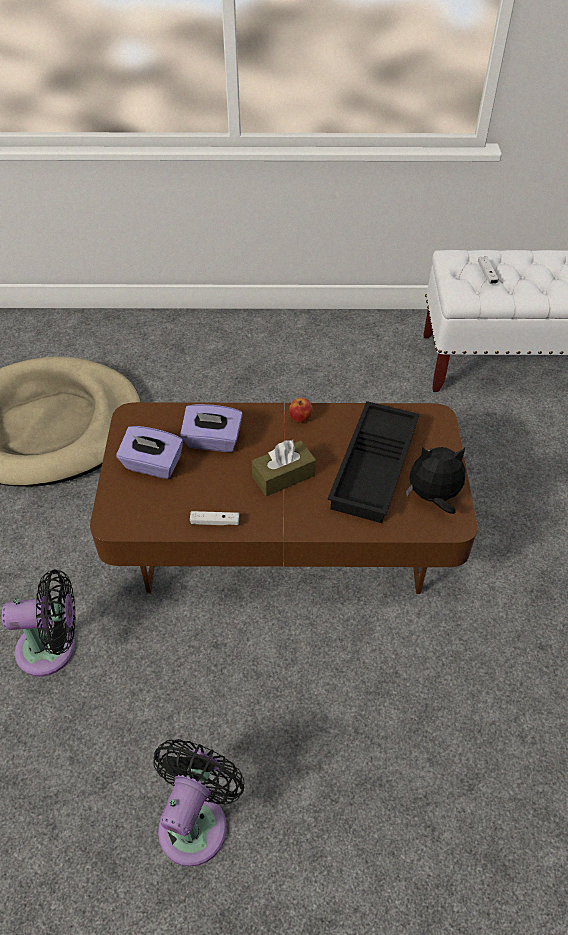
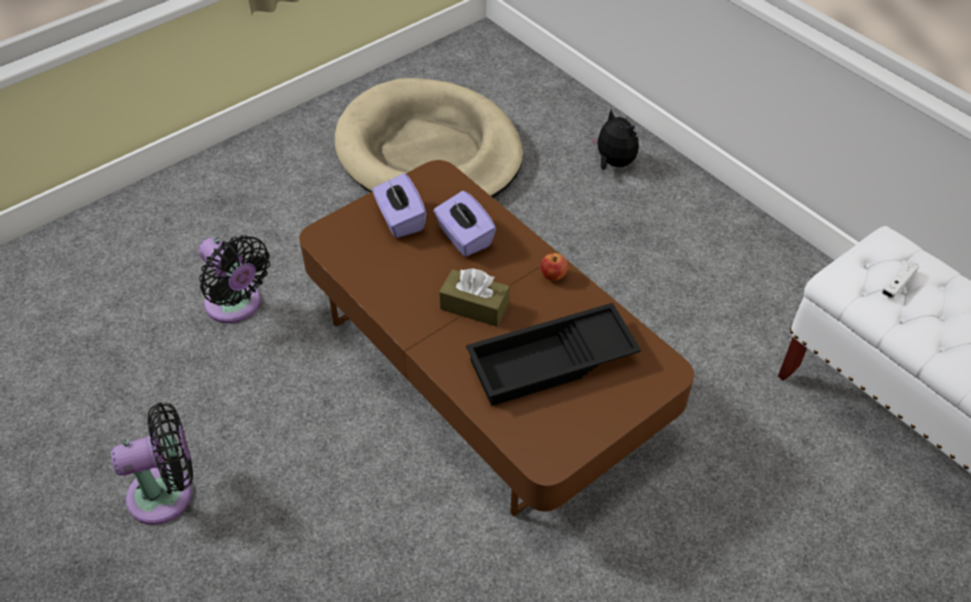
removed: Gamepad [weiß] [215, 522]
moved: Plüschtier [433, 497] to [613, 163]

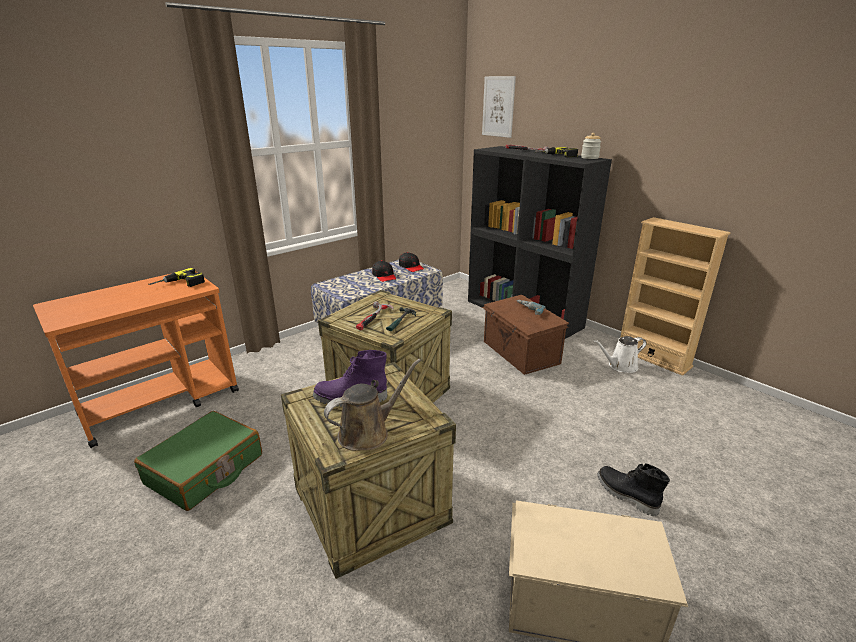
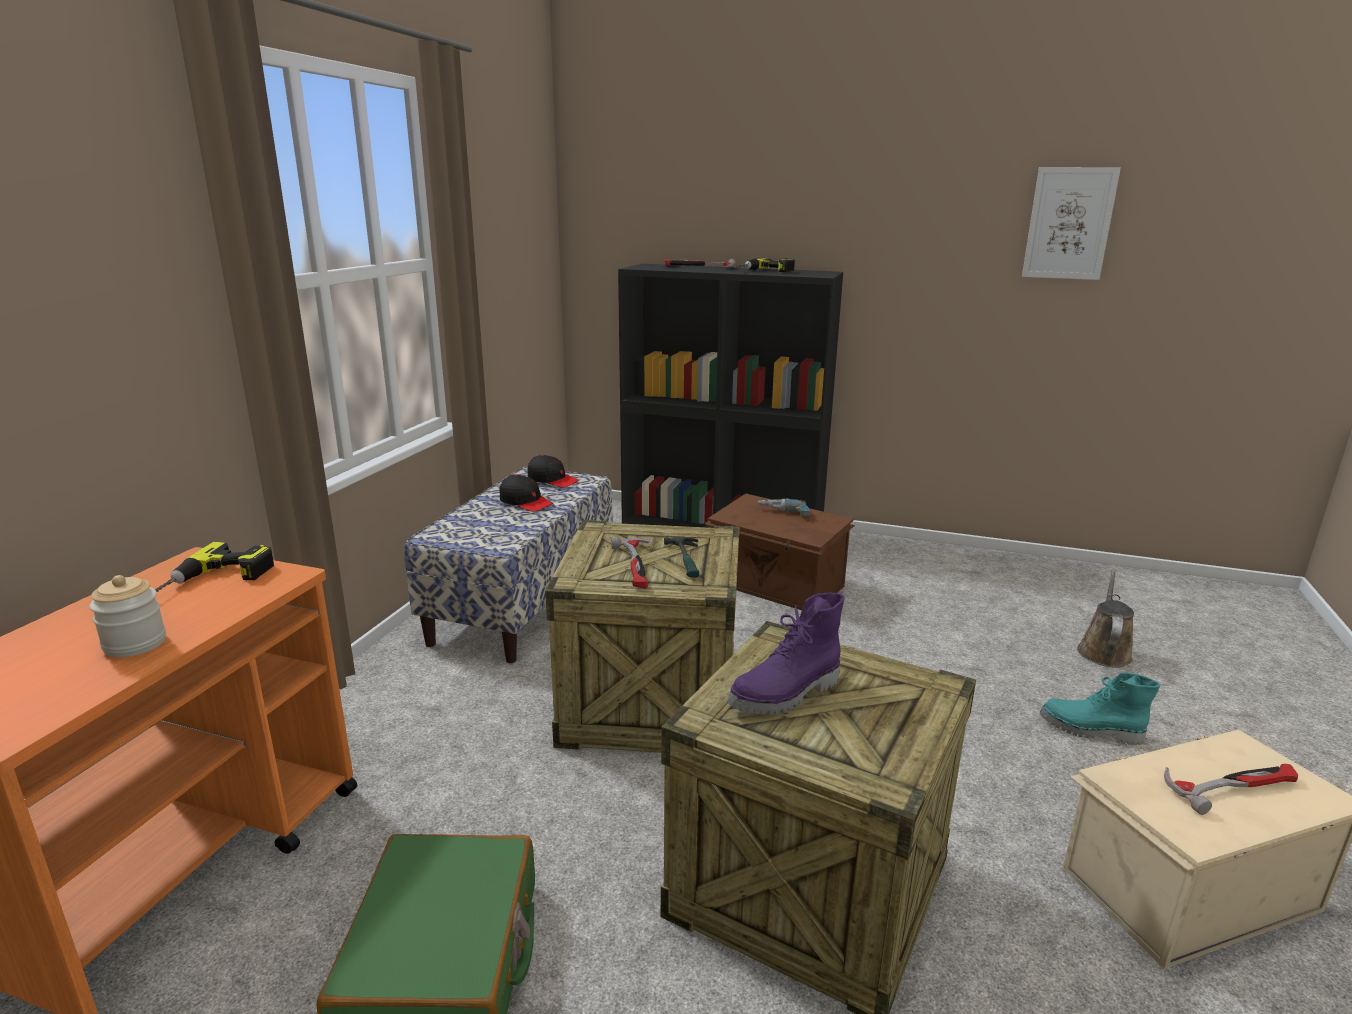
removed: Gießkanne [weiß] [620, 366]; Bücherregal [beige] [653, 358]
added: Hammer [1231, 785]
moved: Gießkanne [braun] [368, 432] to [1103, 651]; Bild [498, 106] to [1069, 224]; Vorratsglas [589, 158] to [135, 644]
recoloured: Stiefel [schwarz] [626, 495] to Stiefel [türkis] [1090, 731]

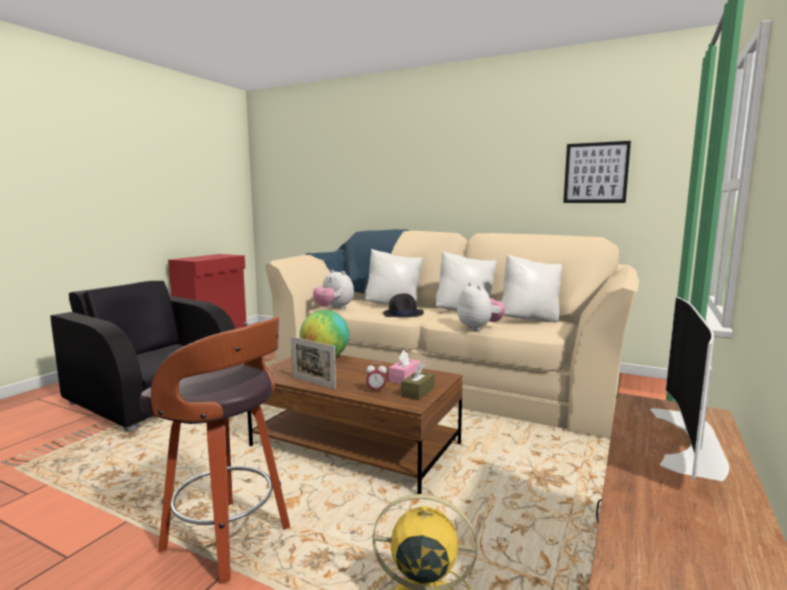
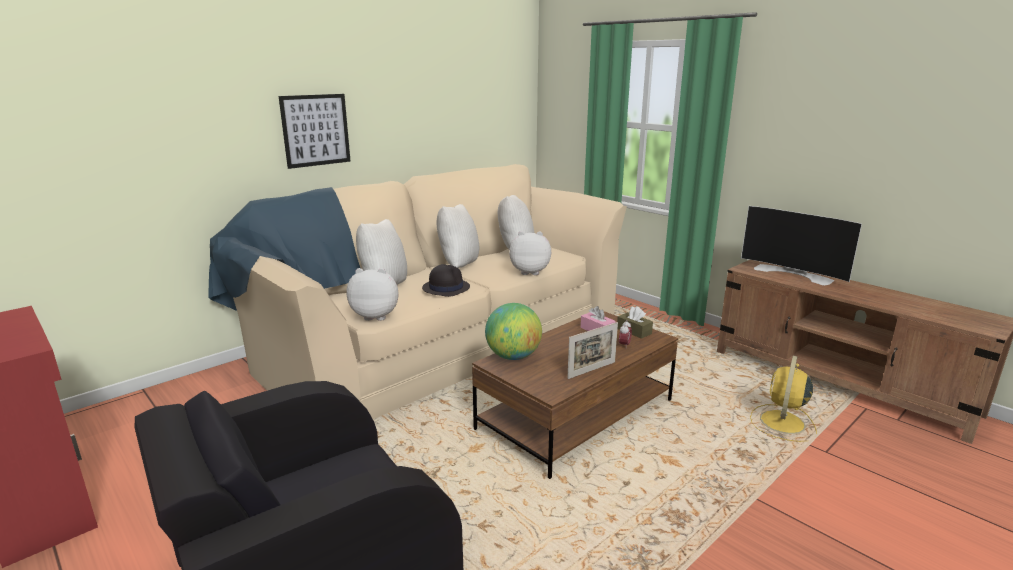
removed: Hocker [230, 539]
moved: Bild [596, 173] to [316, 130]
turned: Plüschtier [334, 309] = [376, 316] 150 degrees counterclockwise

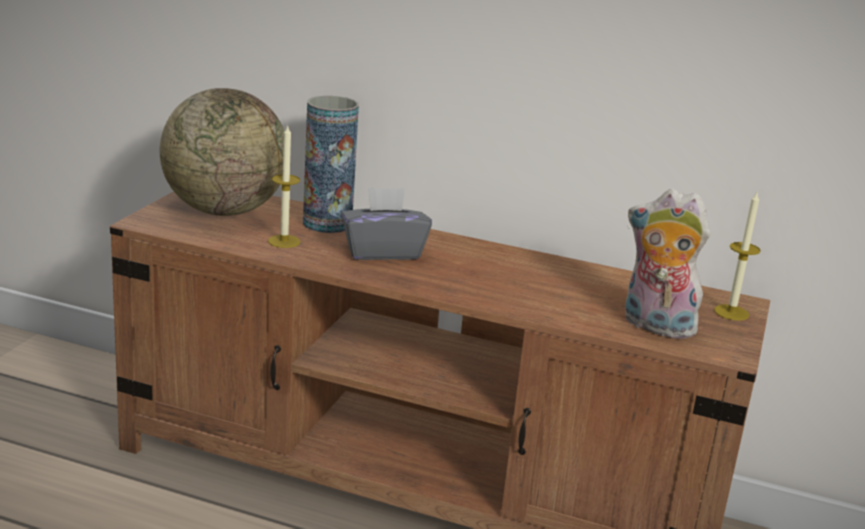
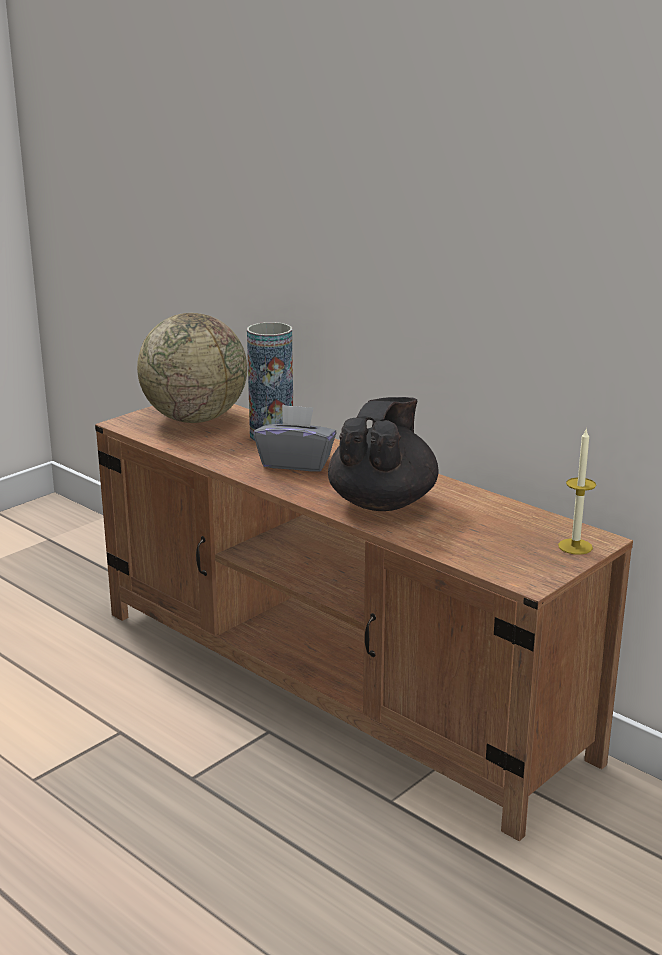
removed: Kerze [284, 241]; Plüschtier [655, 326]
added: Teekanne [schwarz] [383, 502]

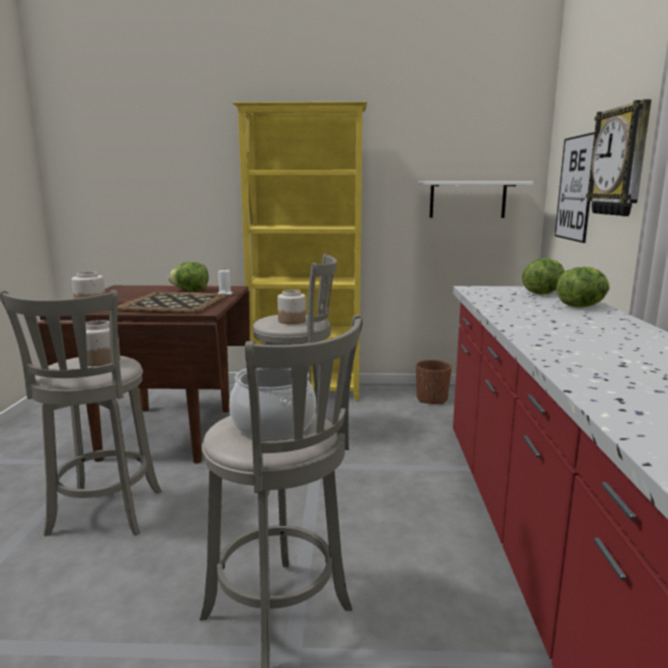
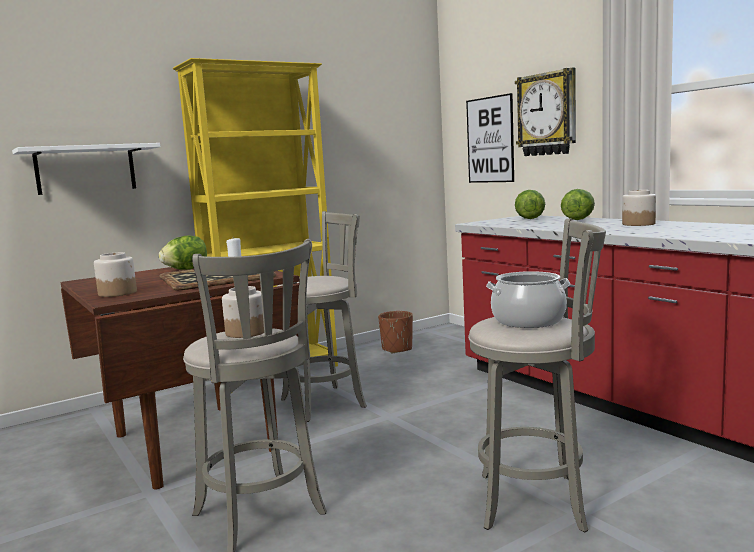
moved: Vorratsglas [292, 321] to [638, 224]; Wandregal [weiß] [467, 199] to [86, 169]

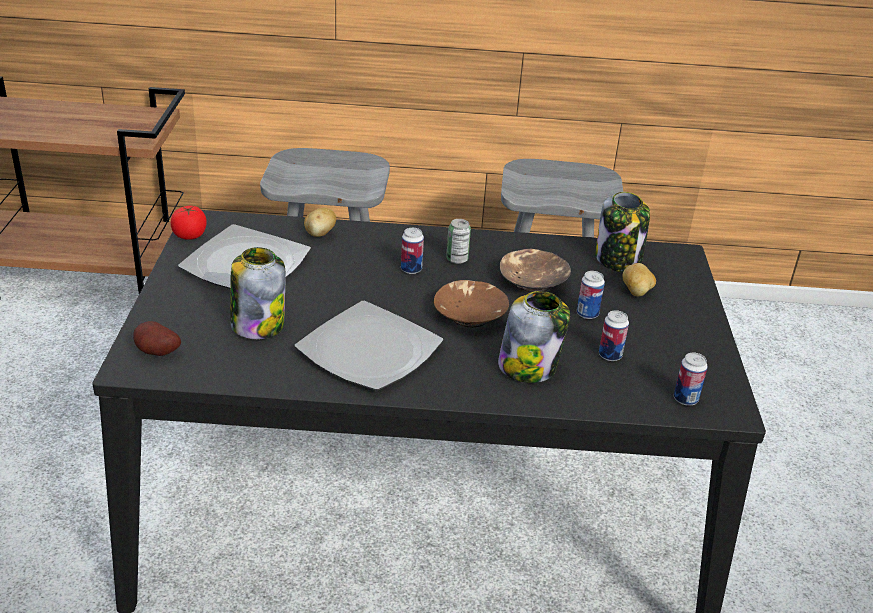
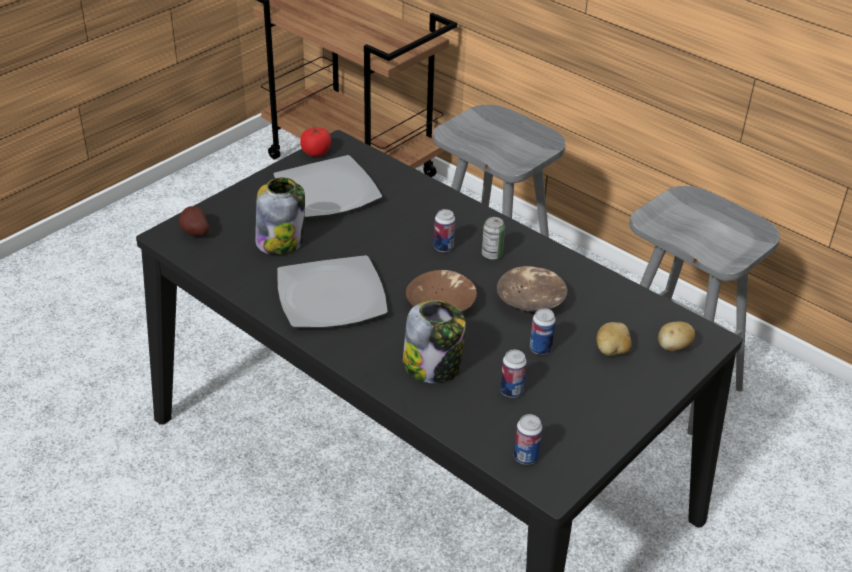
removed: Vorratsglas [618, 259]
moved: Kartoffel [320, 234] to [673, 347]

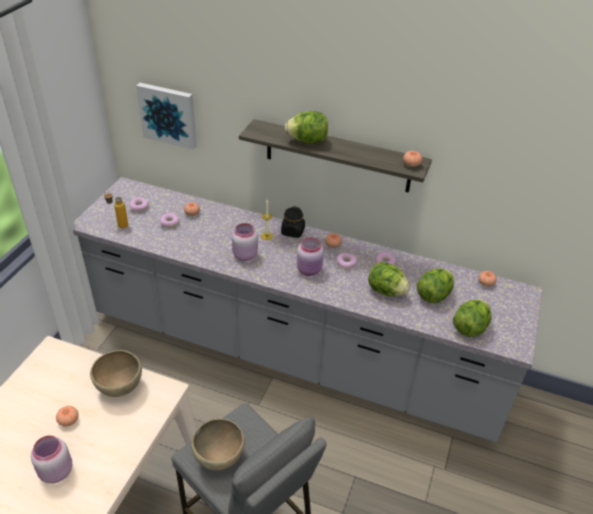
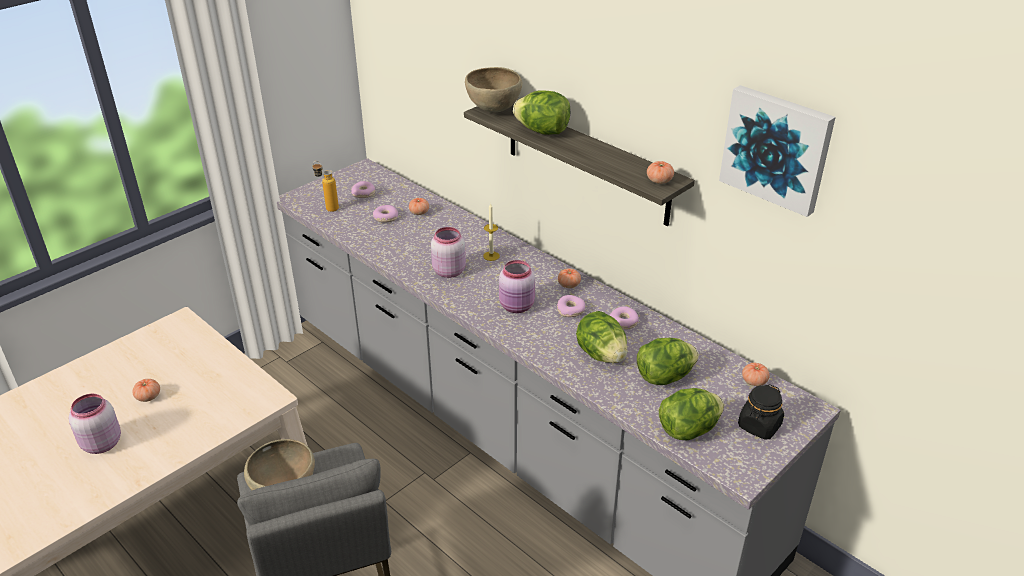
moved: Schüssel [braun] [119, 387] to [493, 110]; Bild [168, 114] to [777, 148]; Vorratsglas [schwarz] [292, 231] to [759, 426]

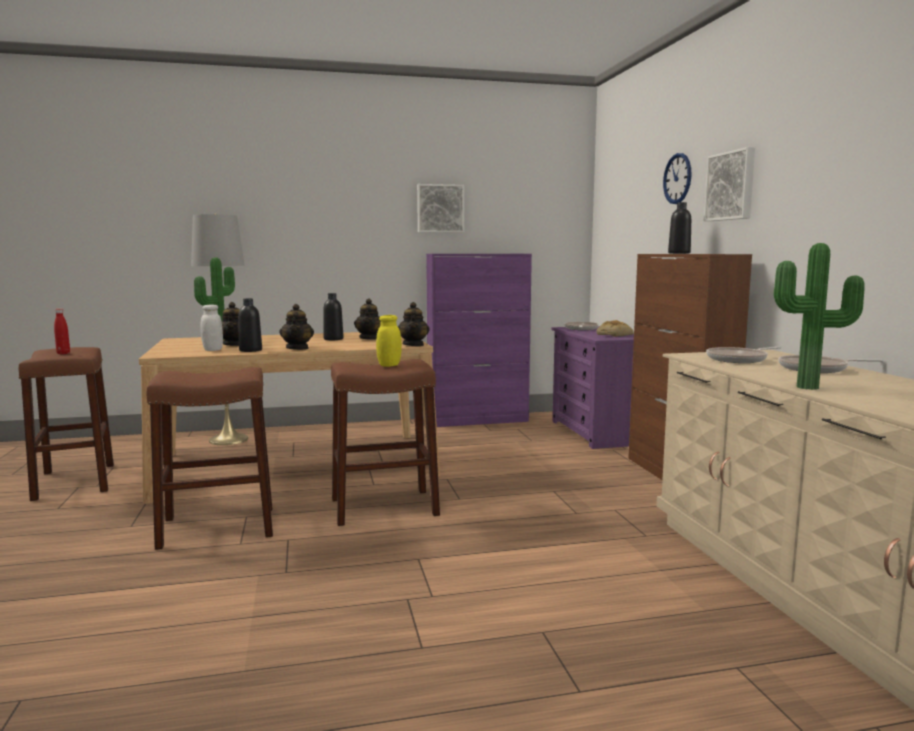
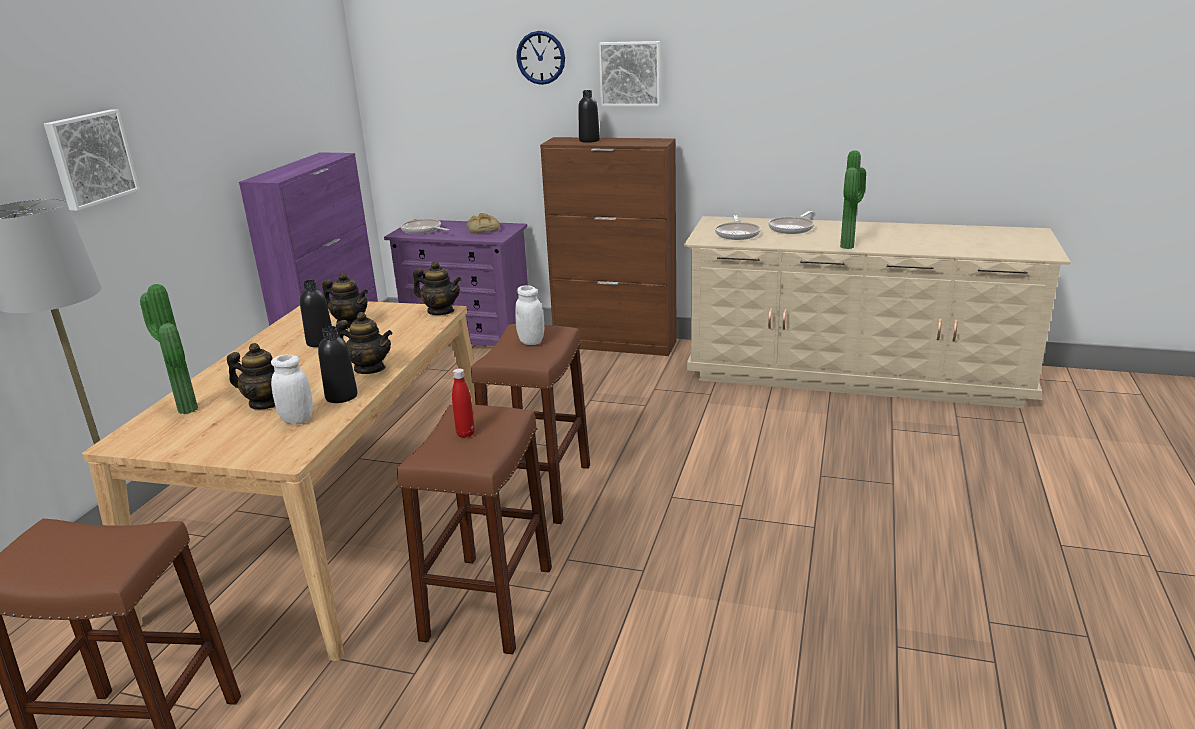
moved: Flasche [rot] [63, 353] to [465, 434]; Bild [440, 208] to [90, 158]
recoloured: Vorratsglas [gelb] [389, 365] to Vorratsglas [weiß] [531, 341]

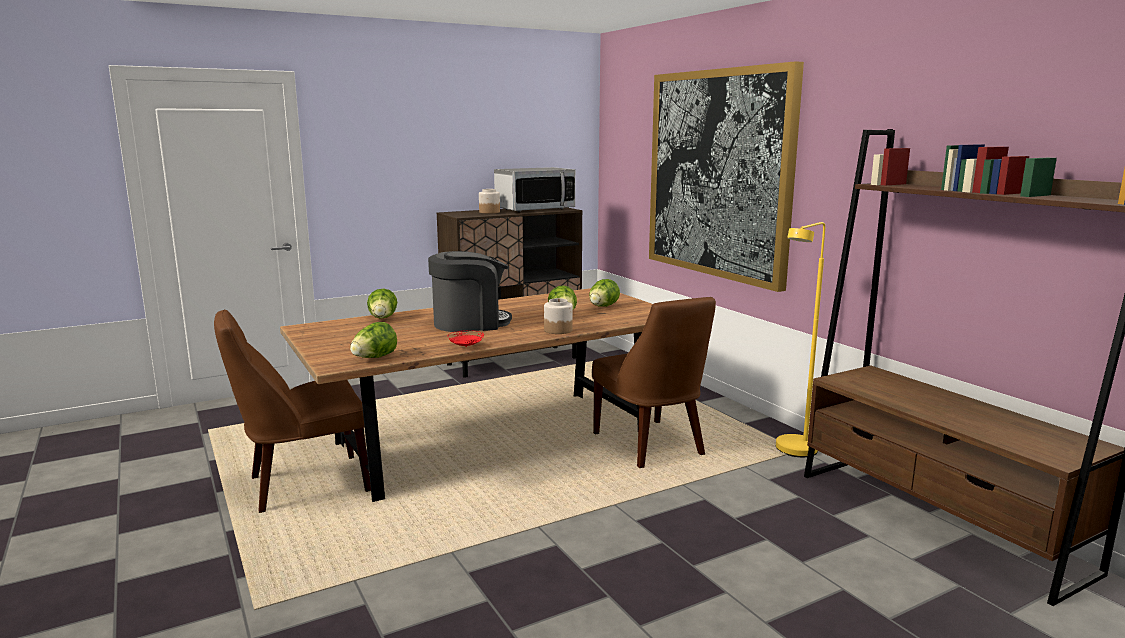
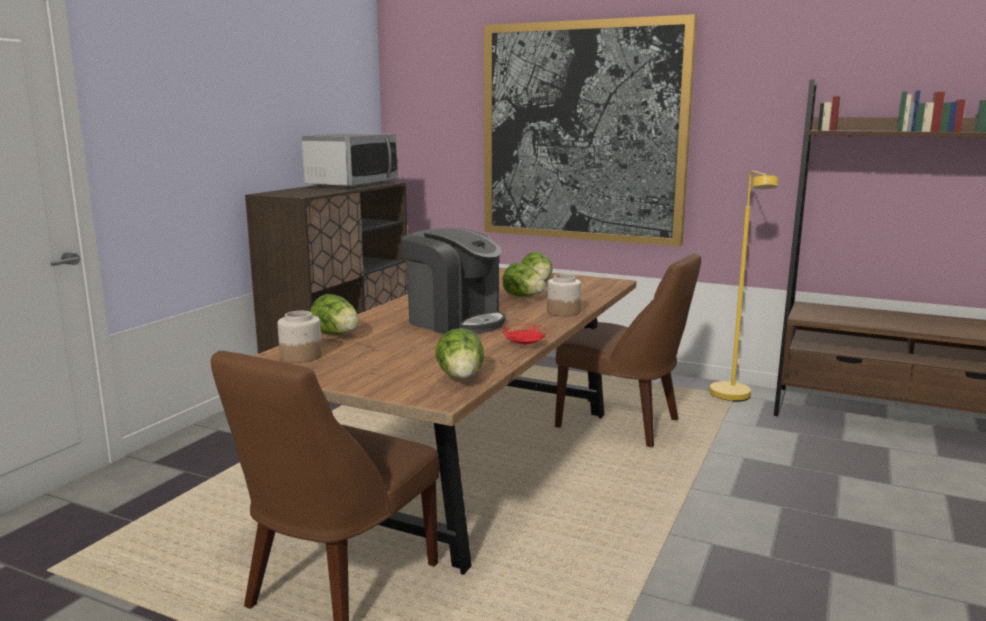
moved: Vorratsglas [489, 212] to [300, 356]
turned: Kaffeemaschine [470, 323] = [455, 321] 90 degrees clockwise

